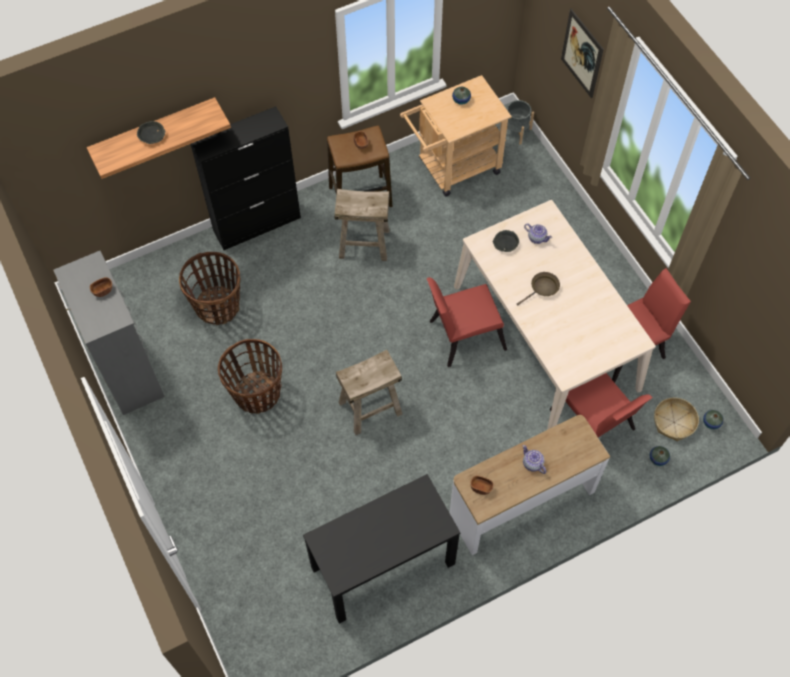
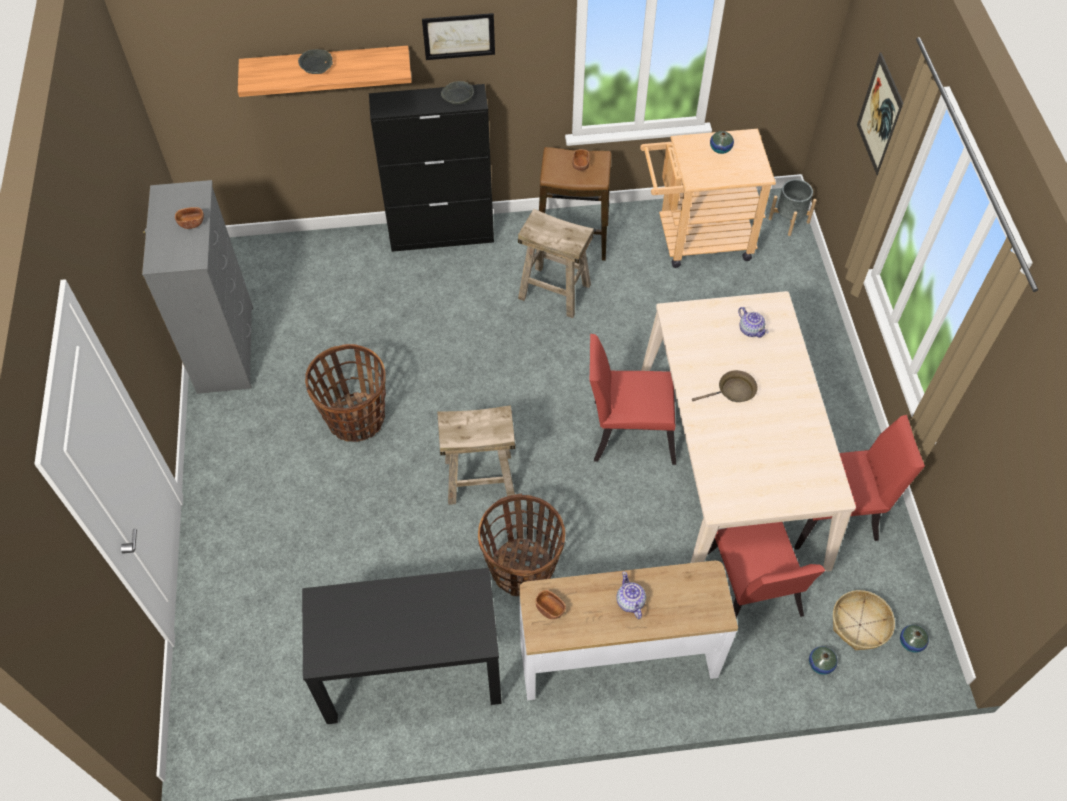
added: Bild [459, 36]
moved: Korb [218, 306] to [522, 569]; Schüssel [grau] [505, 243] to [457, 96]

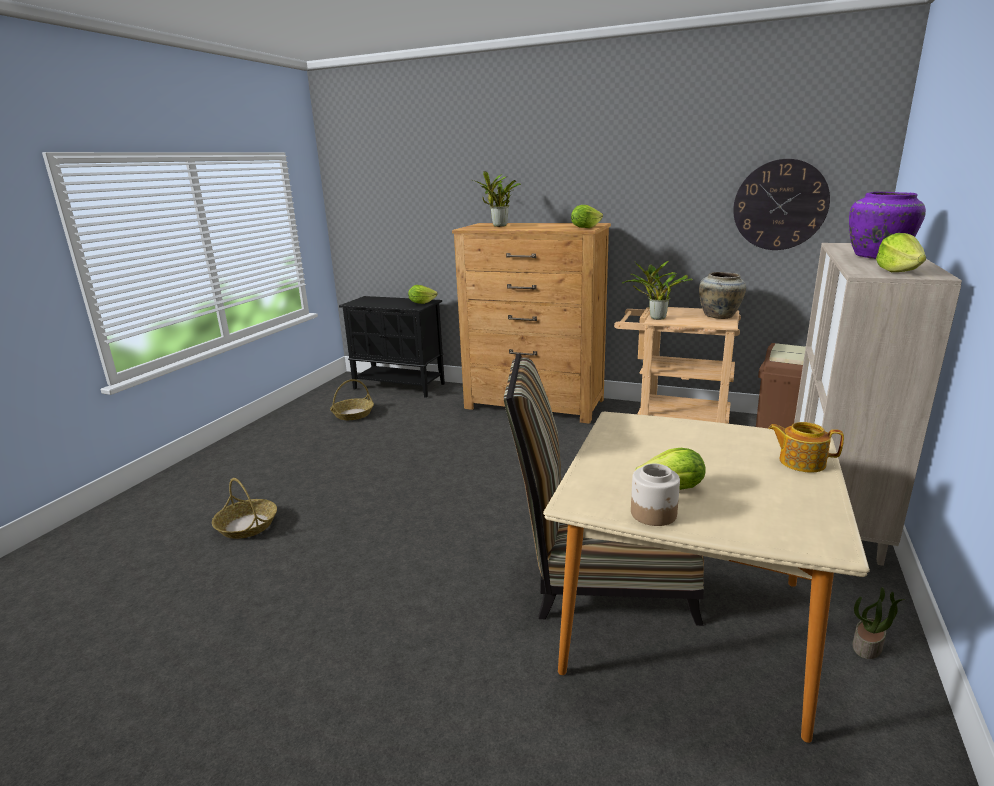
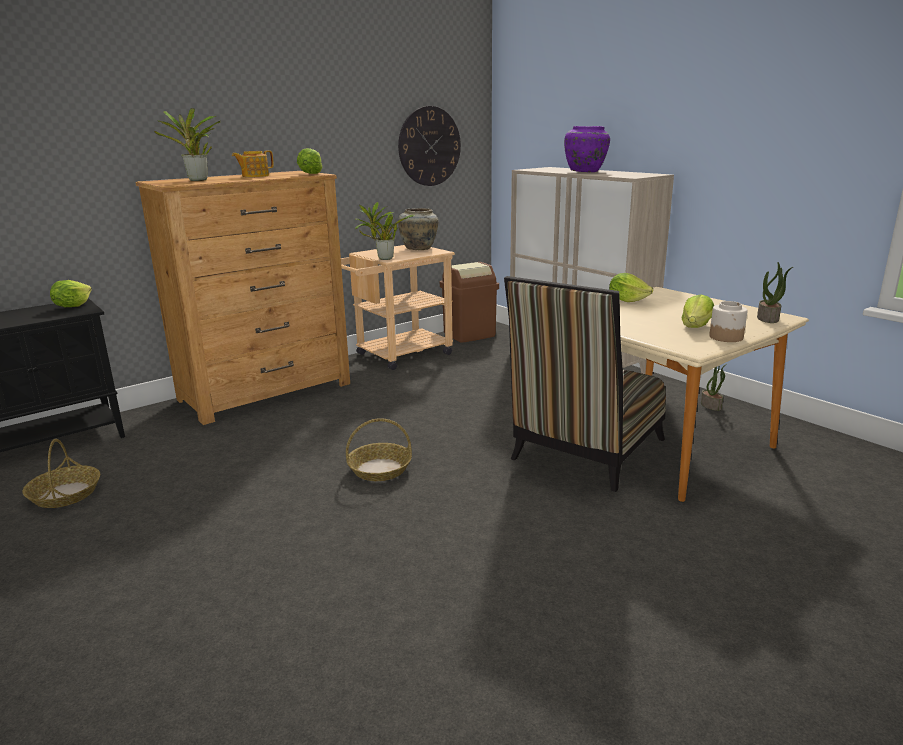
added: Topfpflanze [768, 319]
moved: Korb [246, 525] to [379, 469]; Teekanne [801, 462] to [254, 176]; Salatkopf [898, 271] to [627, 300]

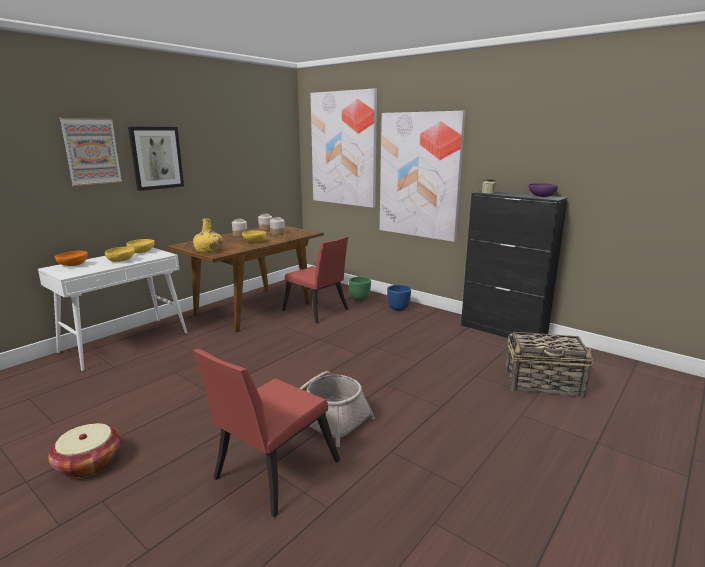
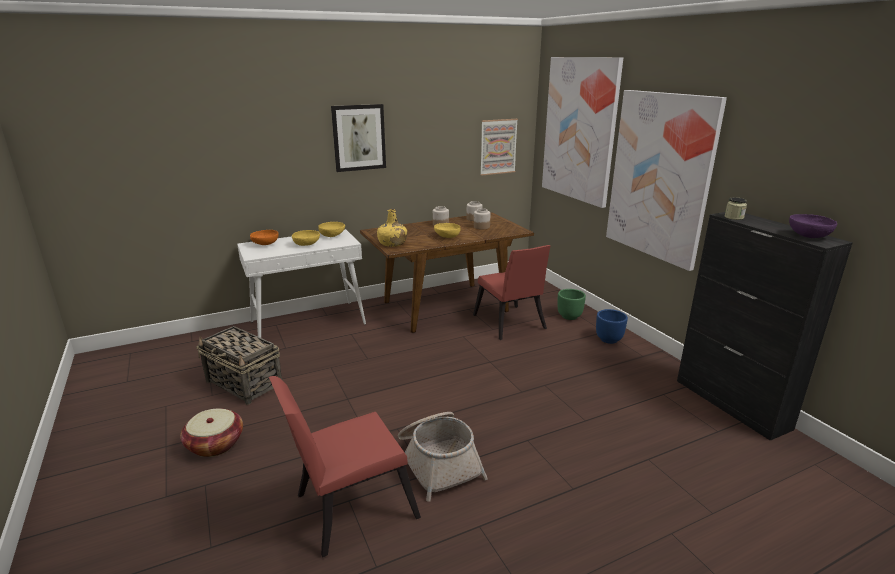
moved: Bild [91, 151] to [498, 146]; Korb [544, 384] to [244, 383]

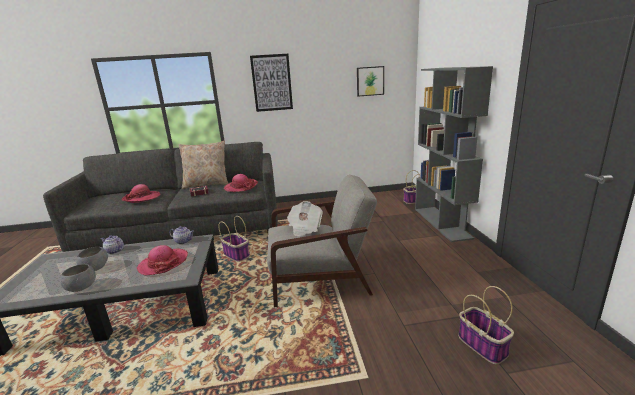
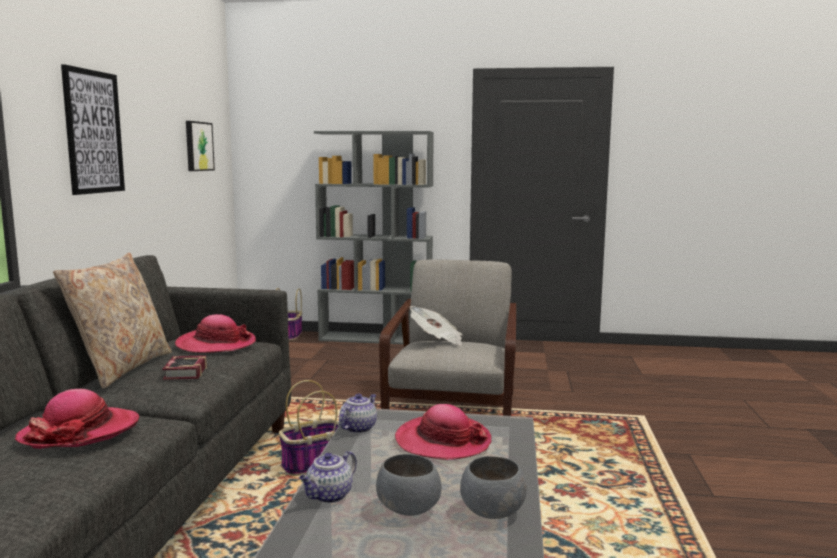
removed: Korb [483, 345]

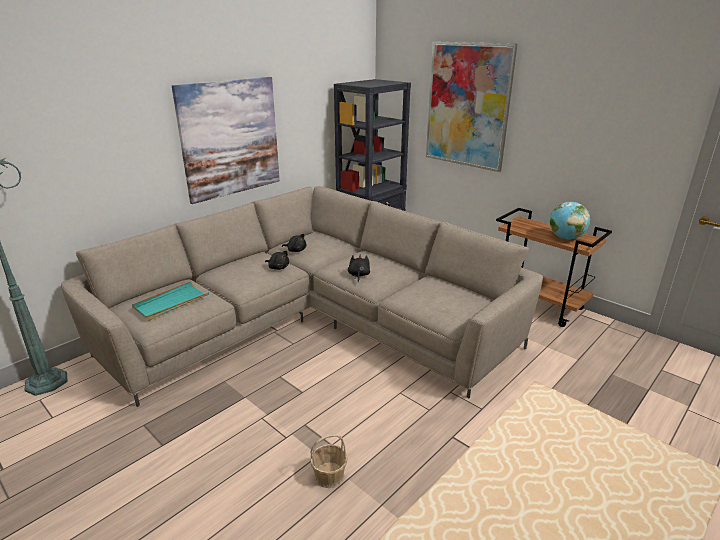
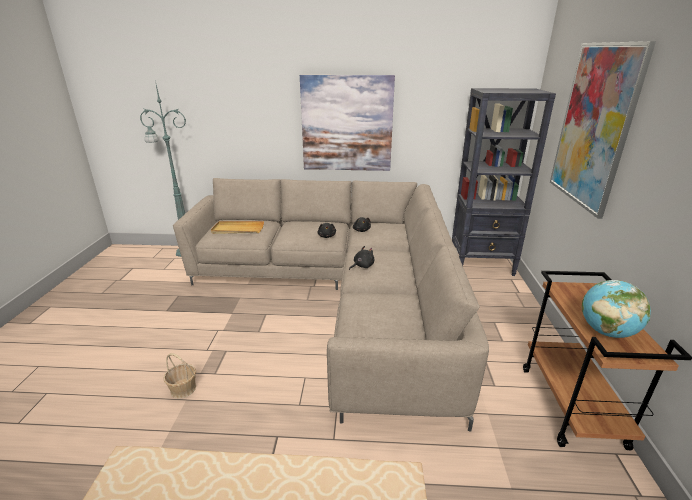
recoloured: Tablett [türkis] [171, 303] to Tablett [beige] [237, 229]

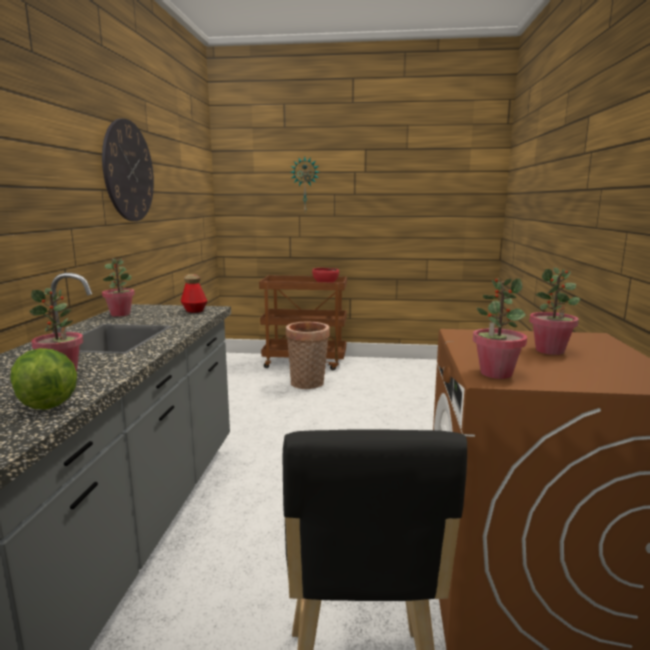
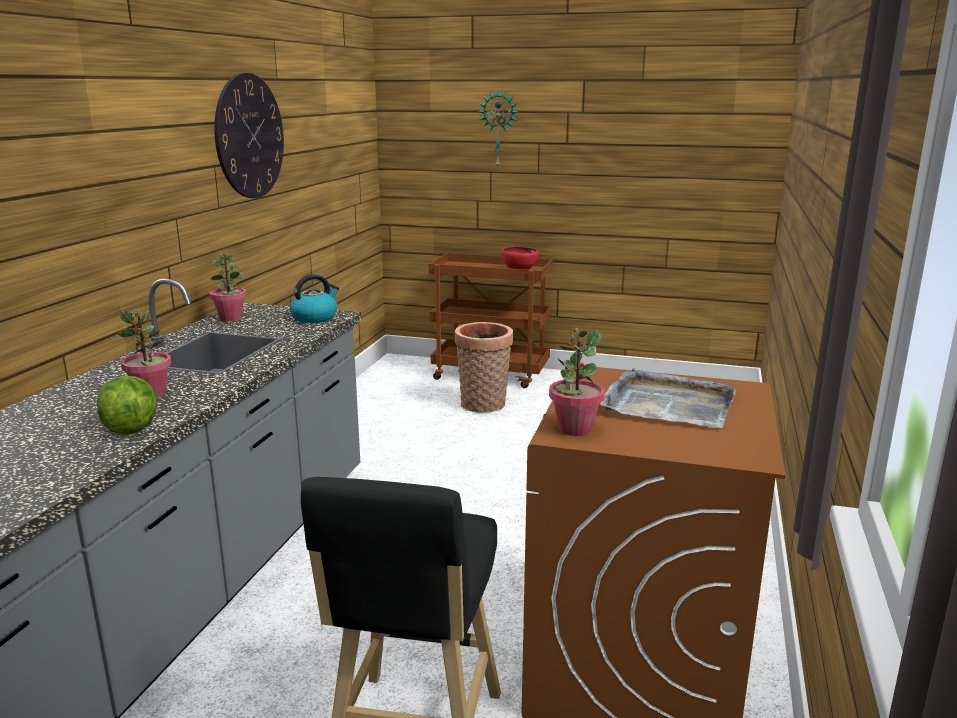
replaced: Flasche [194, 311] to Wasserkessel [315, 317]; Topfpflanze [550, 350] to Tablett [grau] [668, 404]

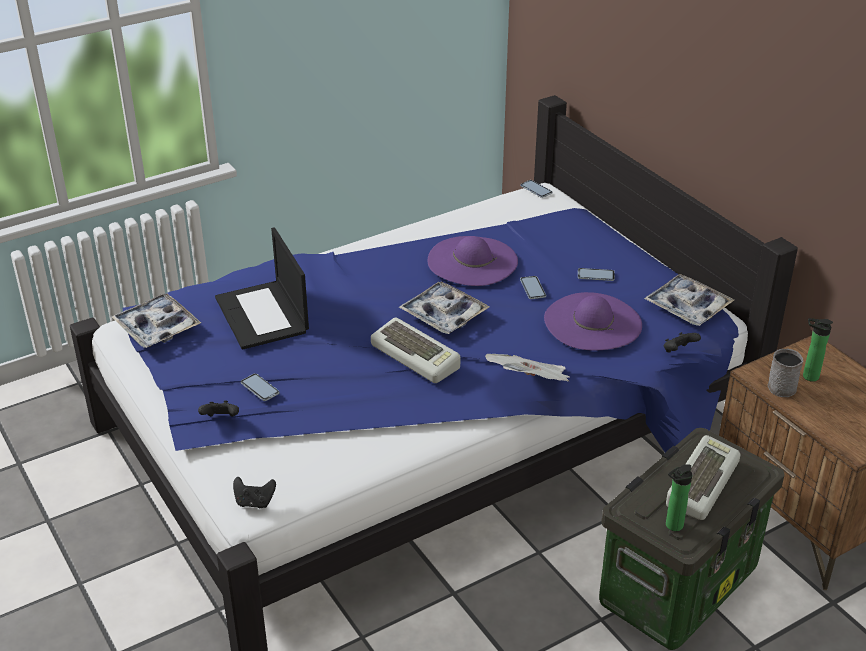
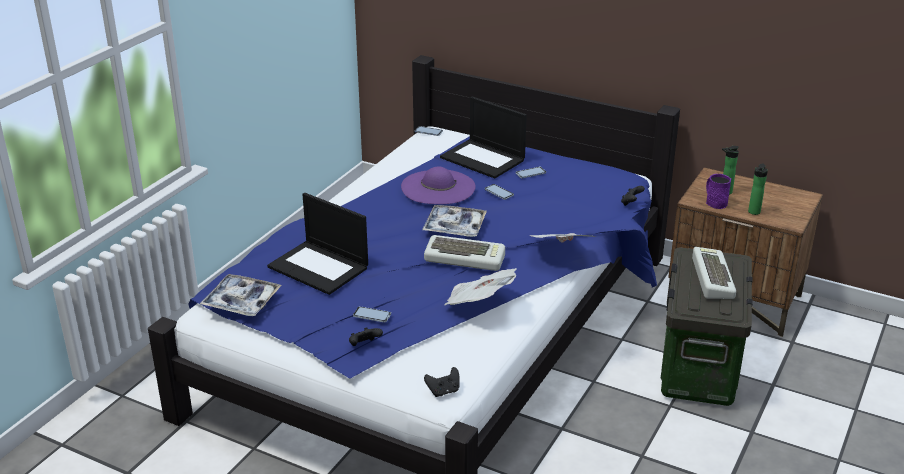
removed: Hut [lila] [592, 322]; Tablett [687, 307]
added: Laptop [483, 159]; Zeitung [479, 303]
moved: Flasche [672, 526] to [753, 213]
recoloured: Henkelbecher [grau] [780, 385] to Henkelbecher [lila] [714, 202]

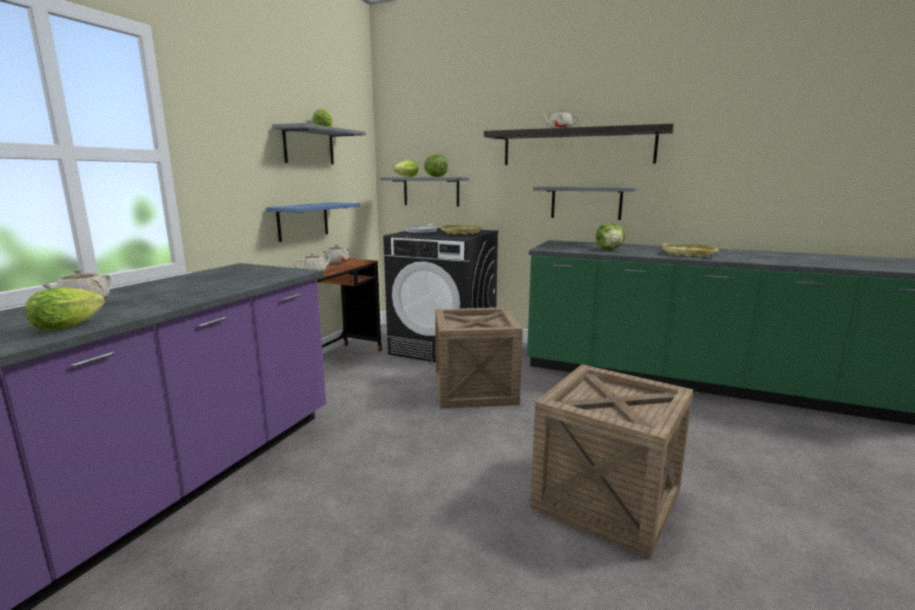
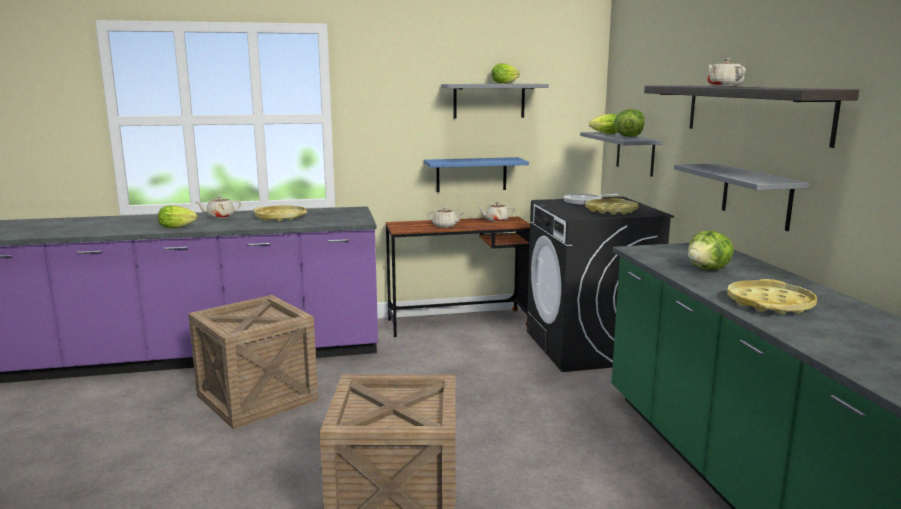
added: Tablett [gelb] [280, 217]
moved: Kiste [475, 389] to [257, 397]

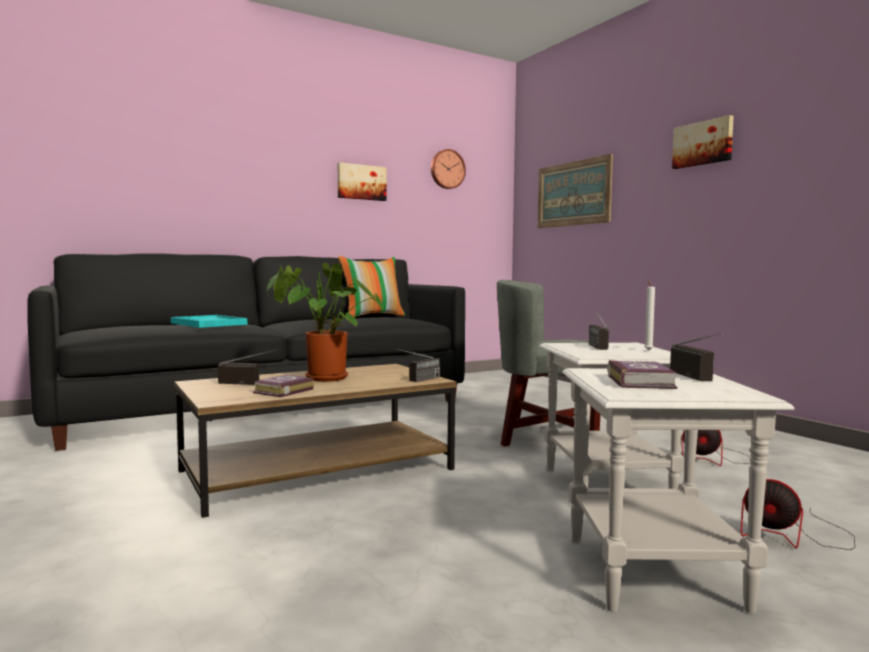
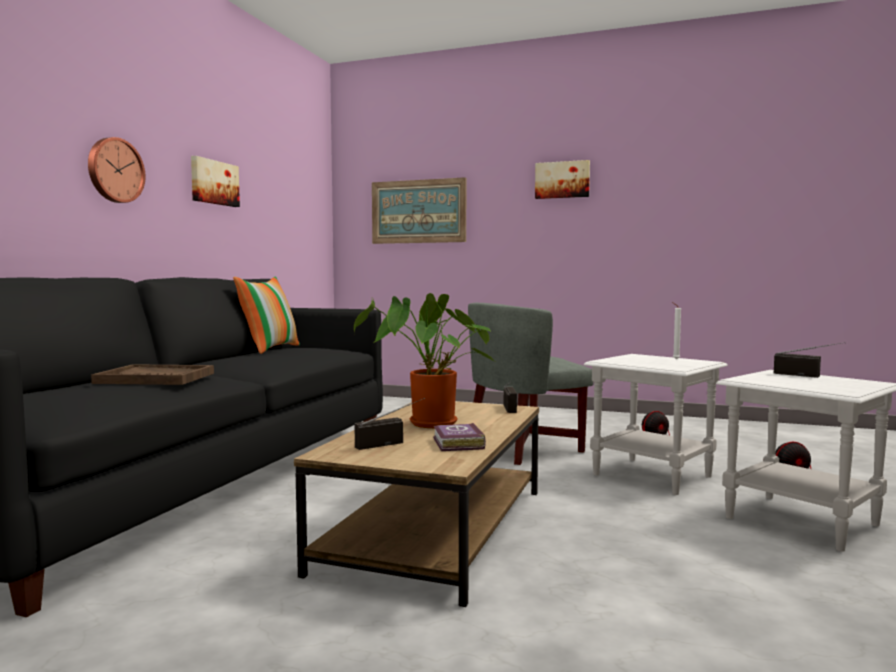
removed: Radio [594, 345]; Buch [641, 381]
moved: Wanduhr [447, 169] to [114, 170]
recoloured: Tablett [türkis] [209, 324] to Tablett [braun] [156, 378]

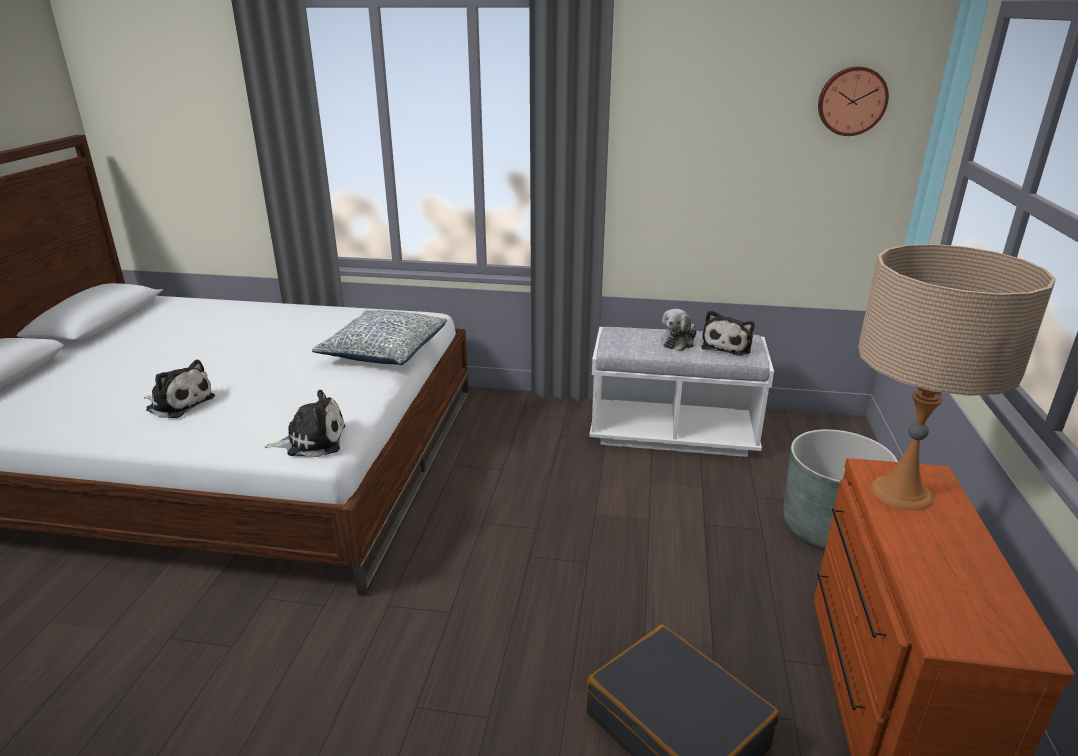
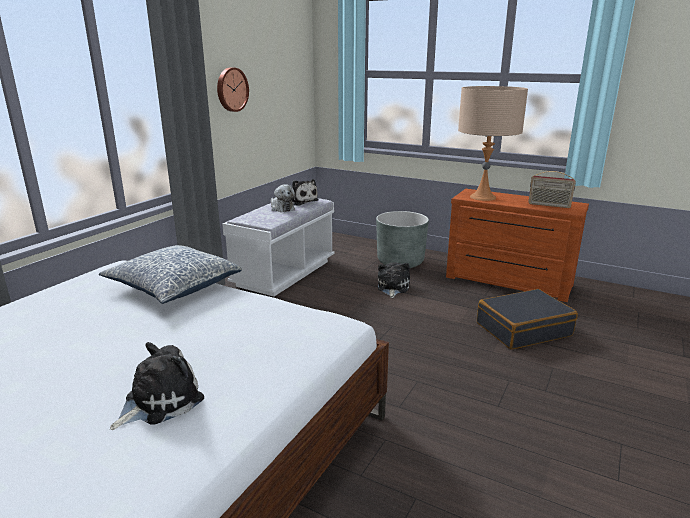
added: Radio [549, 205]
moved: Plüschtier [312, 441] to [392, 288]; Wanduhr [851, 101] to [231, 89]

